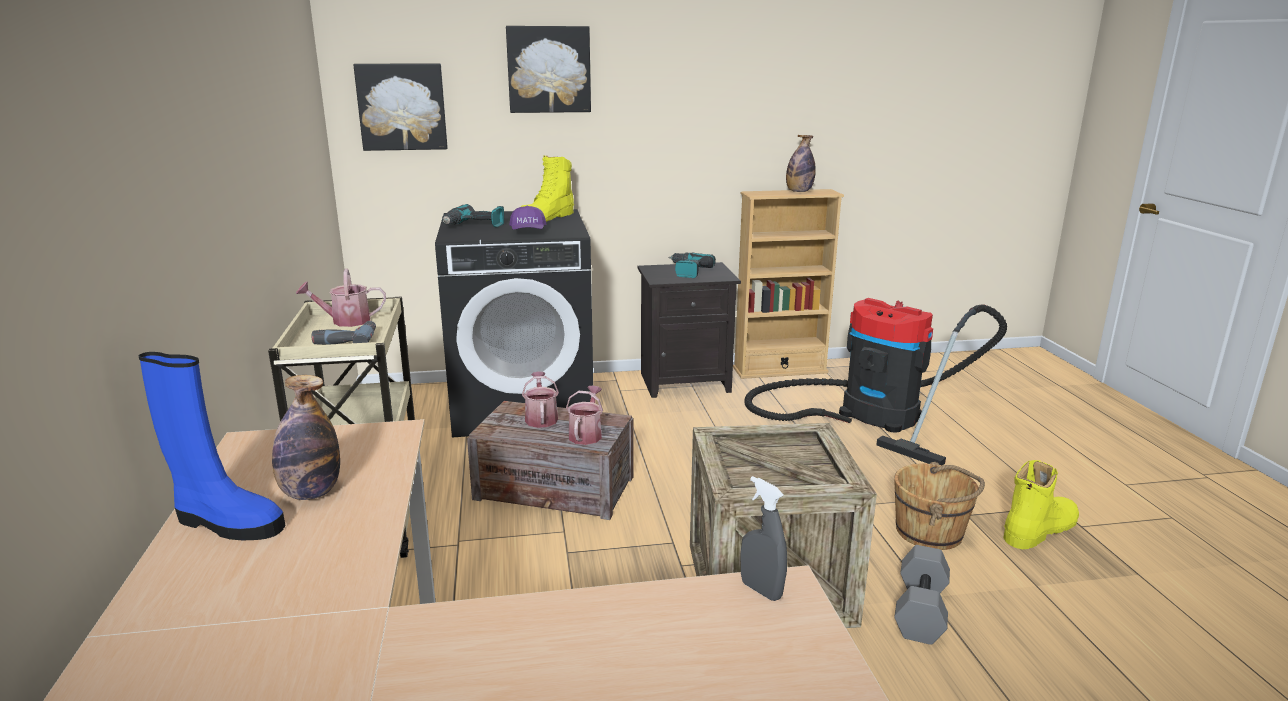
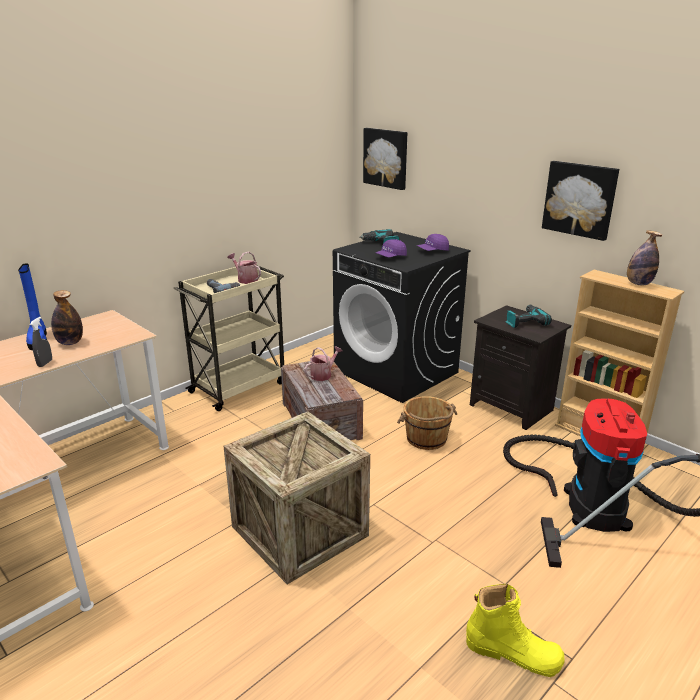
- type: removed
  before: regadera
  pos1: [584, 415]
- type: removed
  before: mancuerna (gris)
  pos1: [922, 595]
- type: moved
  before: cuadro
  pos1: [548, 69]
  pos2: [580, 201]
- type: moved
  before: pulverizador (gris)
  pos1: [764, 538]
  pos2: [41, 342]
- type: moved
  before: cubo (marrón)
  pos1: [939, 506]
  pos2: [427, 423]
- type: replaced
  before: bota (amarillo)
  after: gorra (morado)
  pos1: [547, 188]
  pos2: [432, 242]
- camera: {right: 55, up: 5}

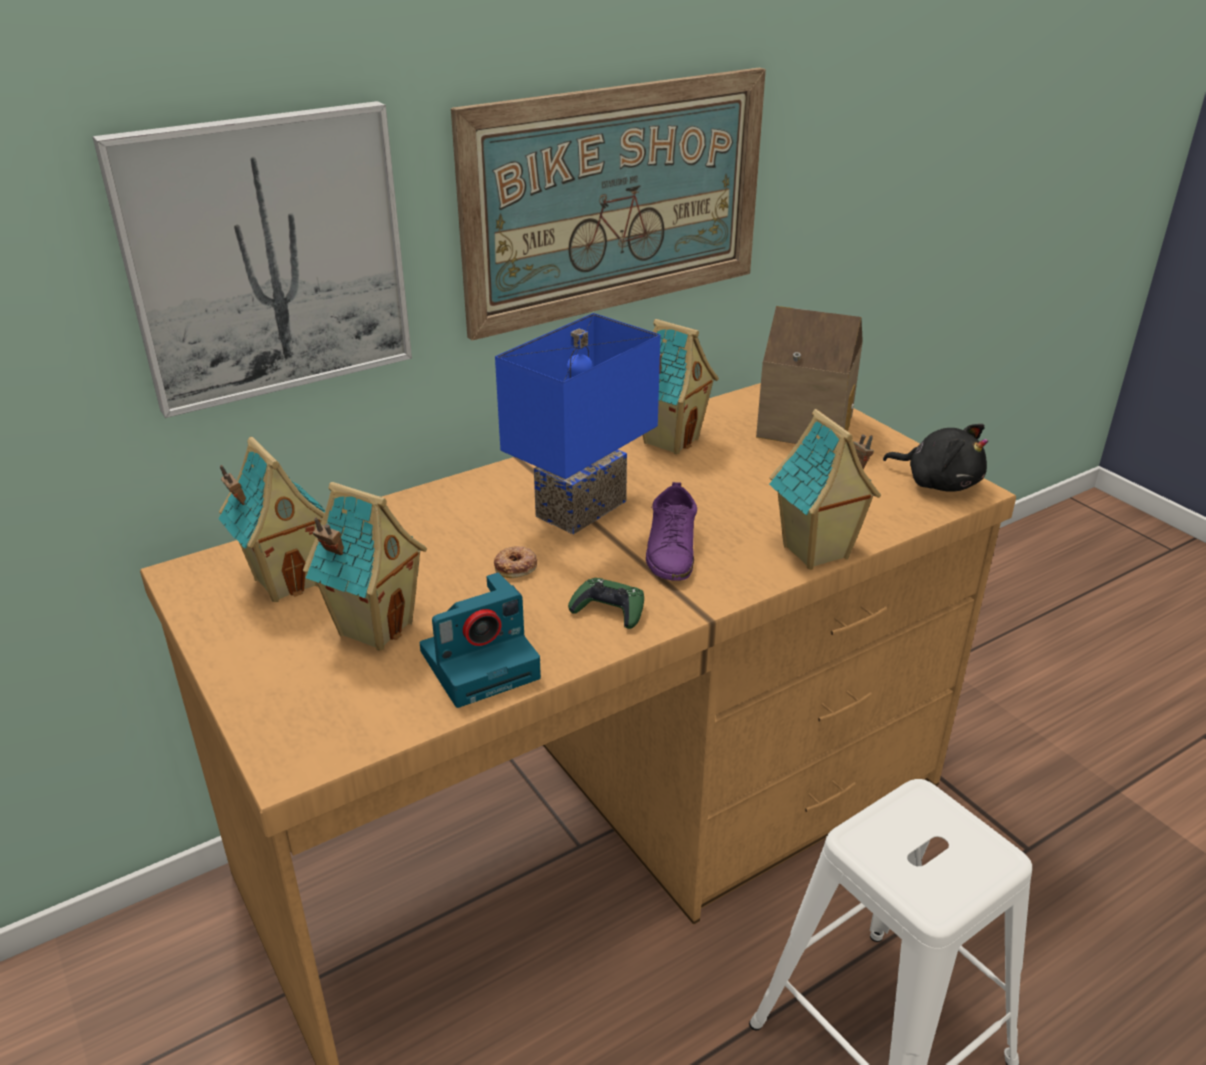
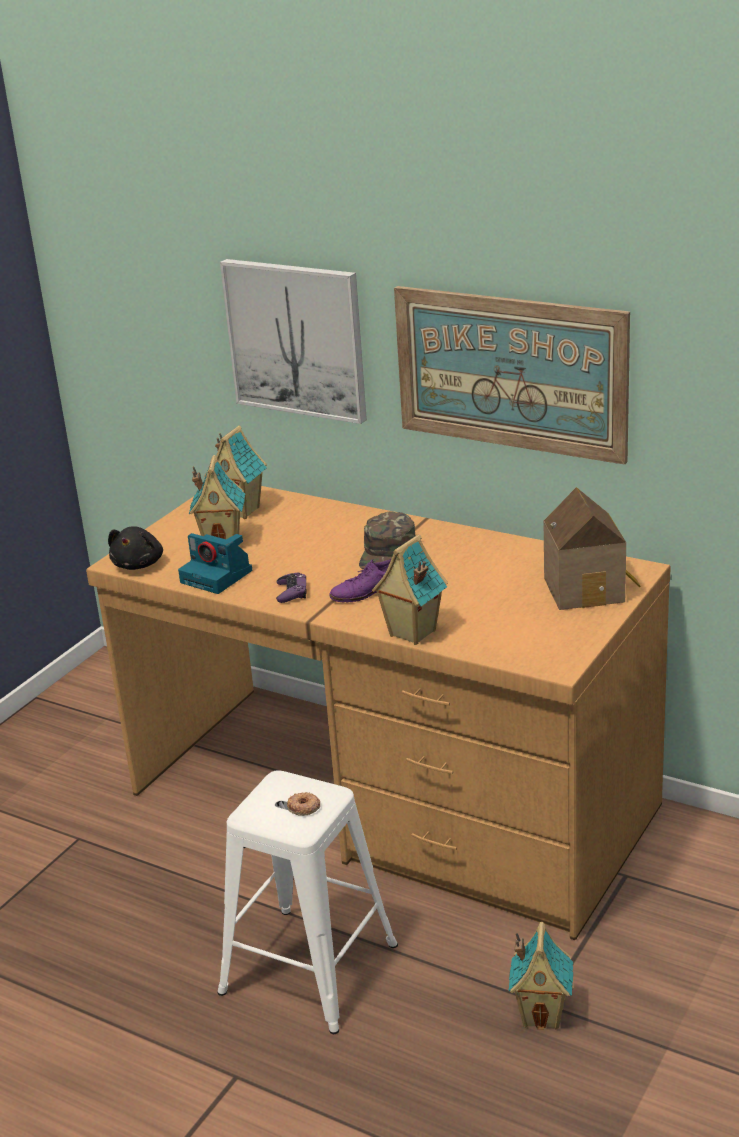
- type: moved
  before: rosquilla
  pos1: [515, 562]
  pos2: [303, 804]
- type: moved
  before: casita
  pos1: [681, 386]
  pos2: [541, 976]
- type: moved
  before: peluche (negro)
  pos1: [935, 458]
  pos2: [135, 548]
- type: replaced
  before: lámpara de mesa (azul)
  after: gorra (verde)
  pos1: [578, 423]
  pos2: [387, 540]
- type: recoloured
  before: mando de consola (verde)
  after: mando de consola (morado)
  pos1: [606, 603]
  pos2: [291, 587]
- camera: {right: 65, up: -5}

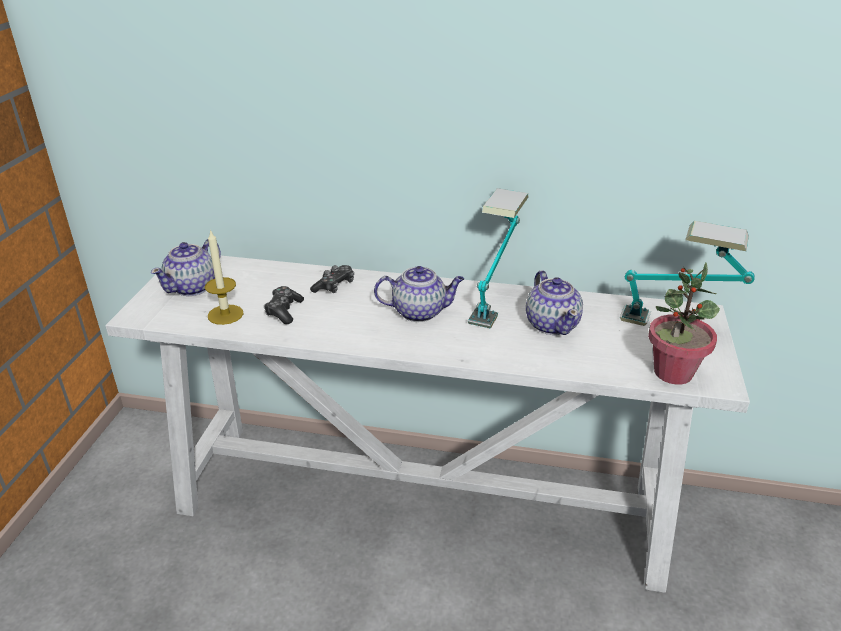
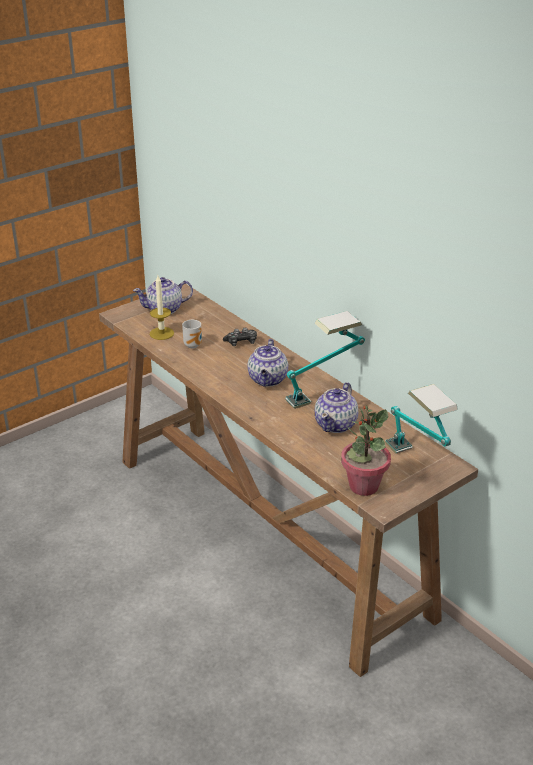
- type: replaced
  before: mando de consola
  after: taza grande
  pos1: [284, 305]
  pos2: [192, 334]
- type: recoloured
  before: mesa consola (blanco)
  after: mesa consola (marrón)
  pos1: [427, 423]
  pos2: [288, 480]
- type: turned
  before: tetera
  pos1: [419, 294]
  pos2: [268, 363]
  turn: 60
- camera: {right: 40, up: 0}

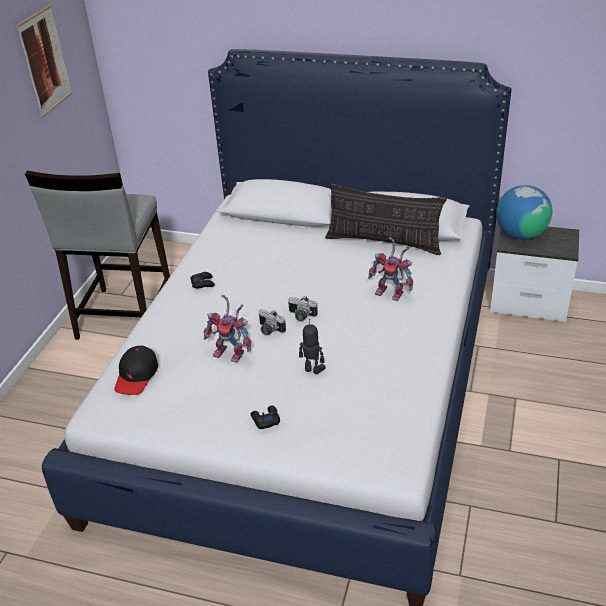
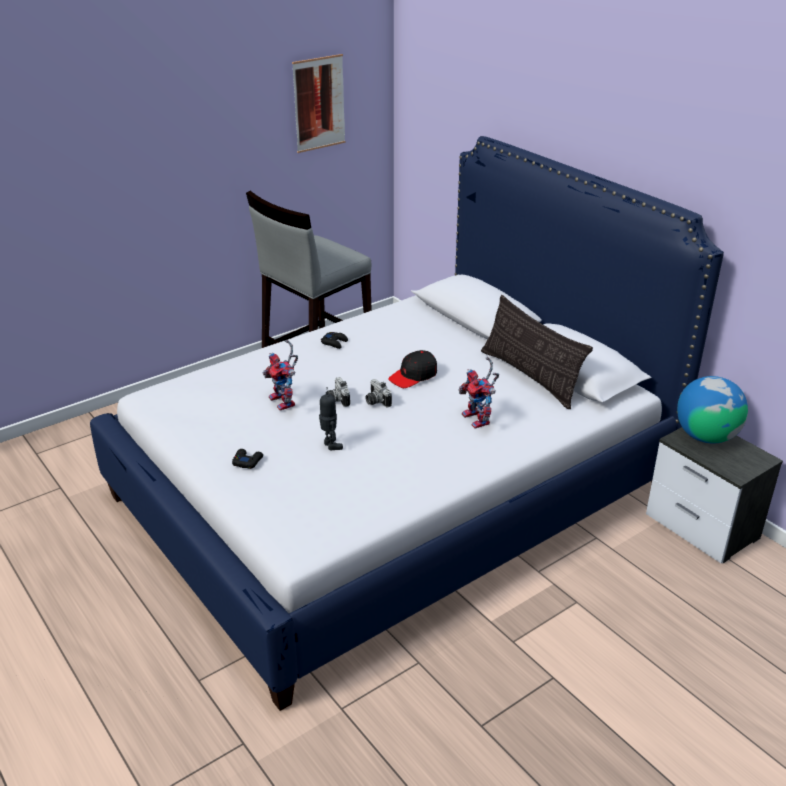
- type: moved
  before: gorra (negro)
  pos1: [136, 370]
  pos2: [412, 369]
- camera: {right: 35, up: -5}

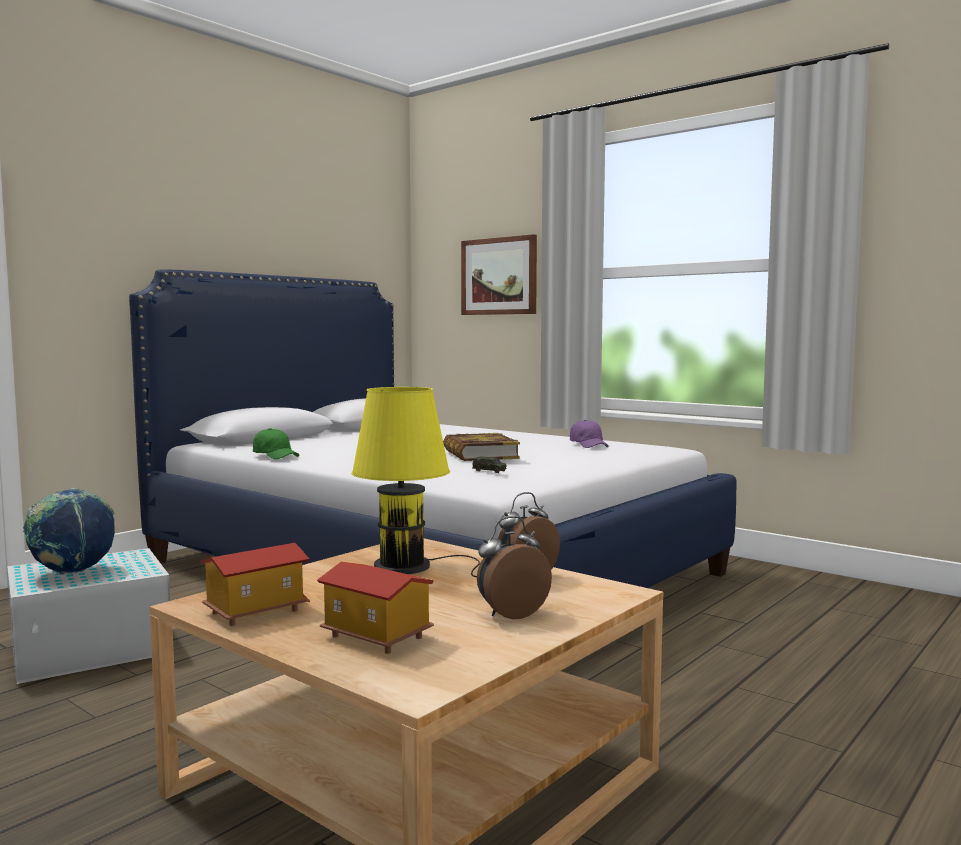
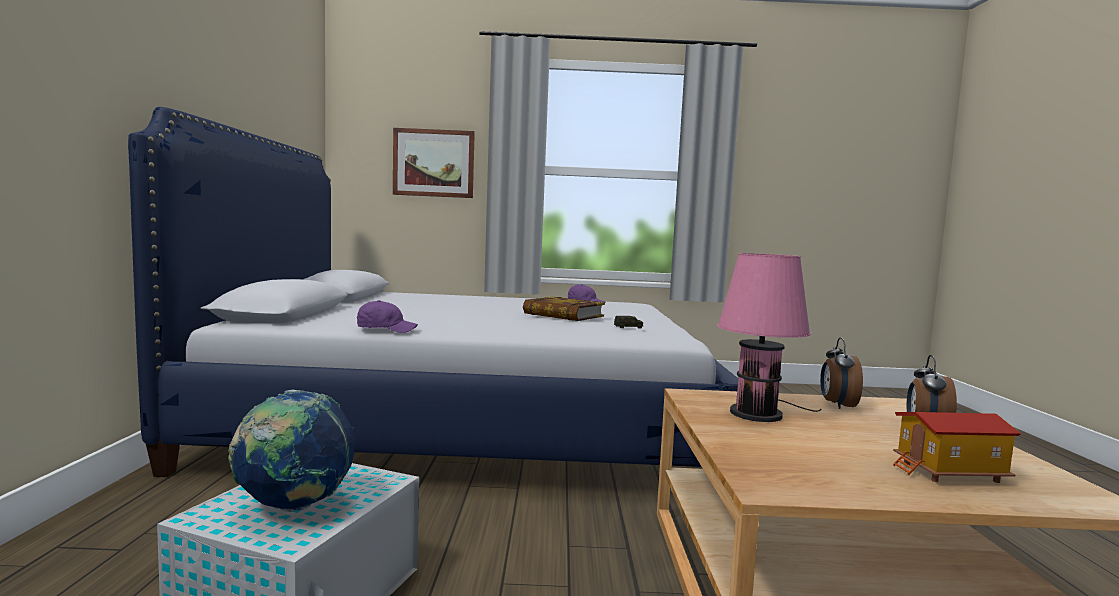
- type: removed
  before: casita
  pos1: [255, 584]
- type: recoloured
  before: gorra (verde)
  after: gorra (morado)
  pos1: [276, 443]
  pos2: [387, 316]
- type: recoloured
  before: lámpara de mesa (amarillo)
  after: lámpara de mesa (rosa)
  pos1: [415, 482]
  pos2: [769, 337]
- camera: {right: -40, up: 0}

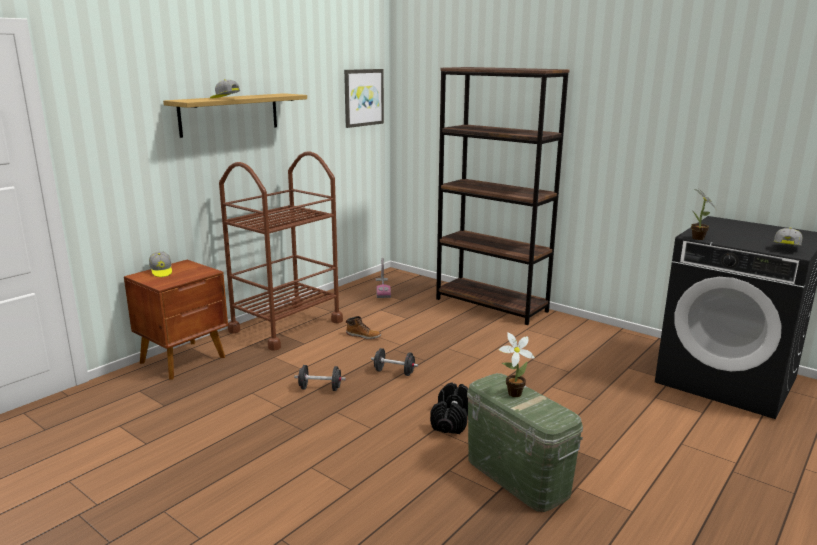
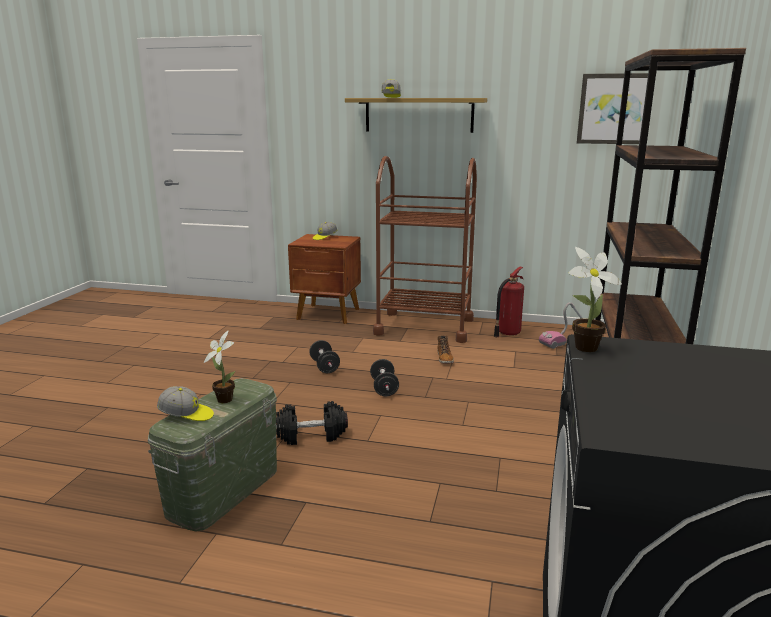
- type: added
  after: extintor
  pos2: [509, 302]
- type: moved
  before: gorra
  pos1: [788, 236]
  pos2: [185, 403]
- camera: {right: 65, up: 0}

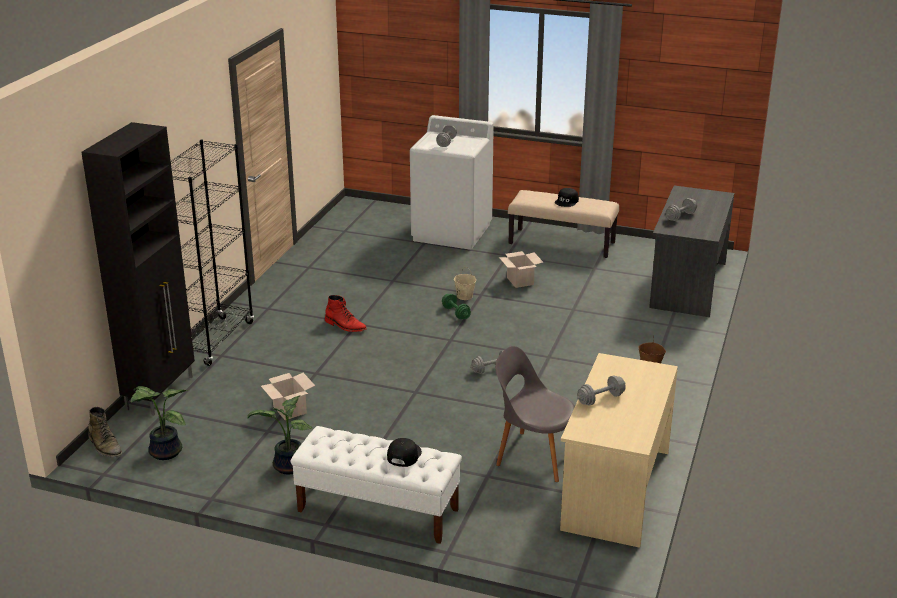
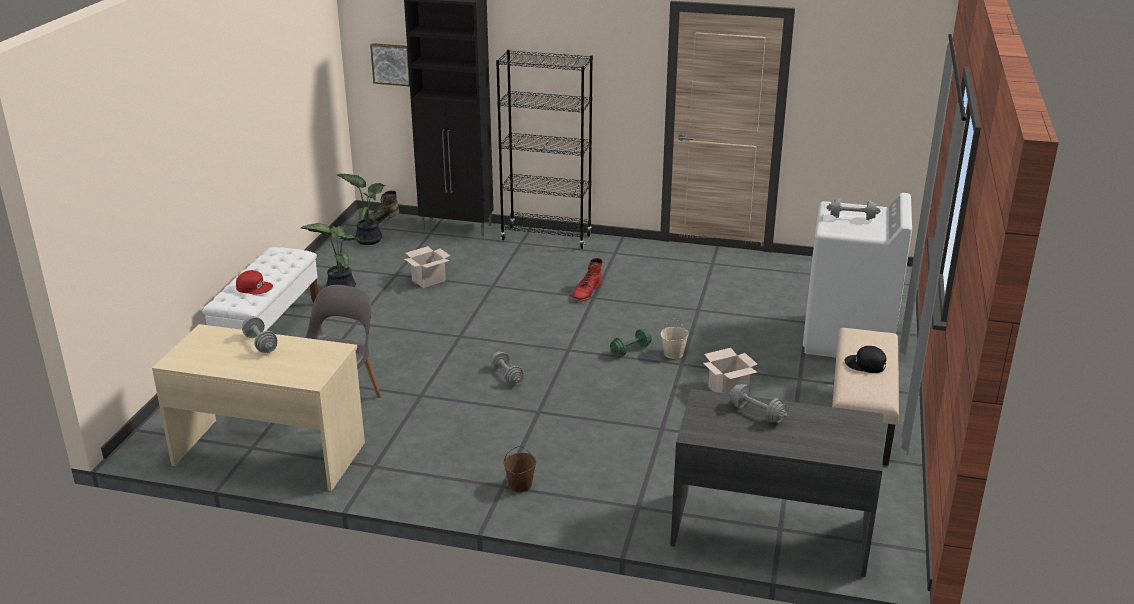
- type: added
  after: cuadro
  pos2: [390, 64]
- type: recoloured
  before: gorra (negro)
  after: gorra (rojo)
  pos1: [404, 452]
  pos2: [254, 282]
- camera: {right: 85, up: 0}

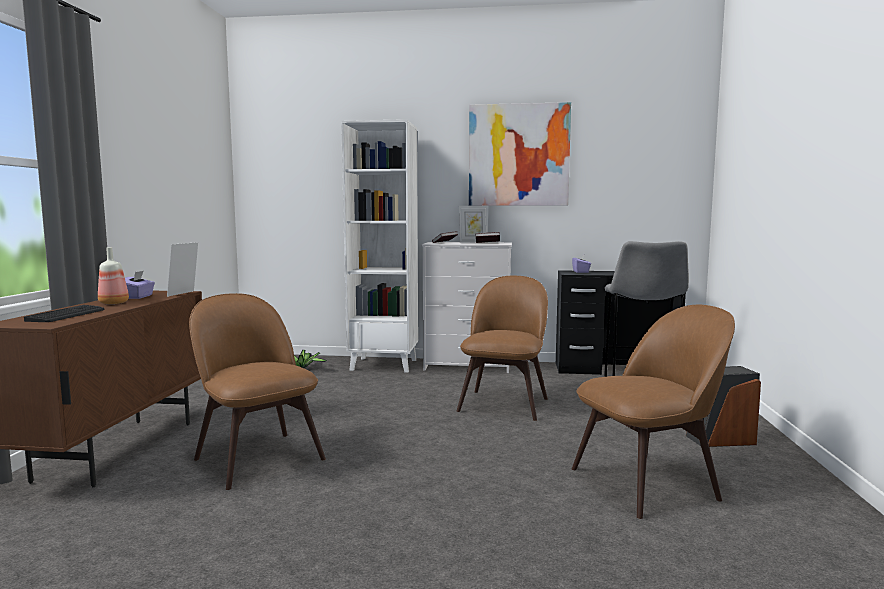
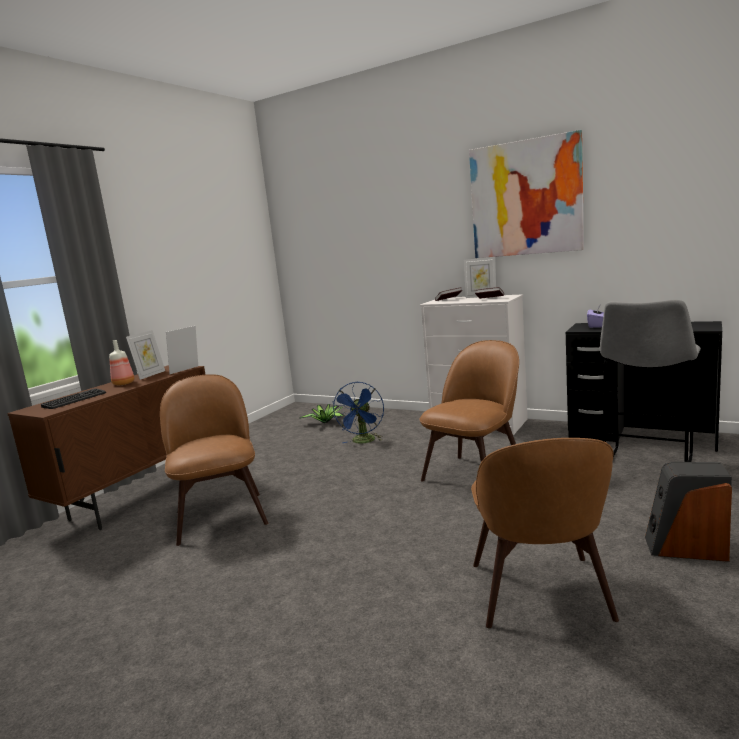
- type: removed
  before: estantería (blanco)
  pos1: [379, 245]
- type: added
  after: ventilador (azul)
  pos2: [358, 413]
- type: replaced
  before: caja de pañuelos (morado)
  after: portarretratos
  pos1: [140, 285]
  pos2: [145, 355]
- type: turned
  before: silla (marrón)
  pos1: [653, 412]
  pos2: [545, 533]
  turn: 90
- camera: {right: 25, up: 5}

